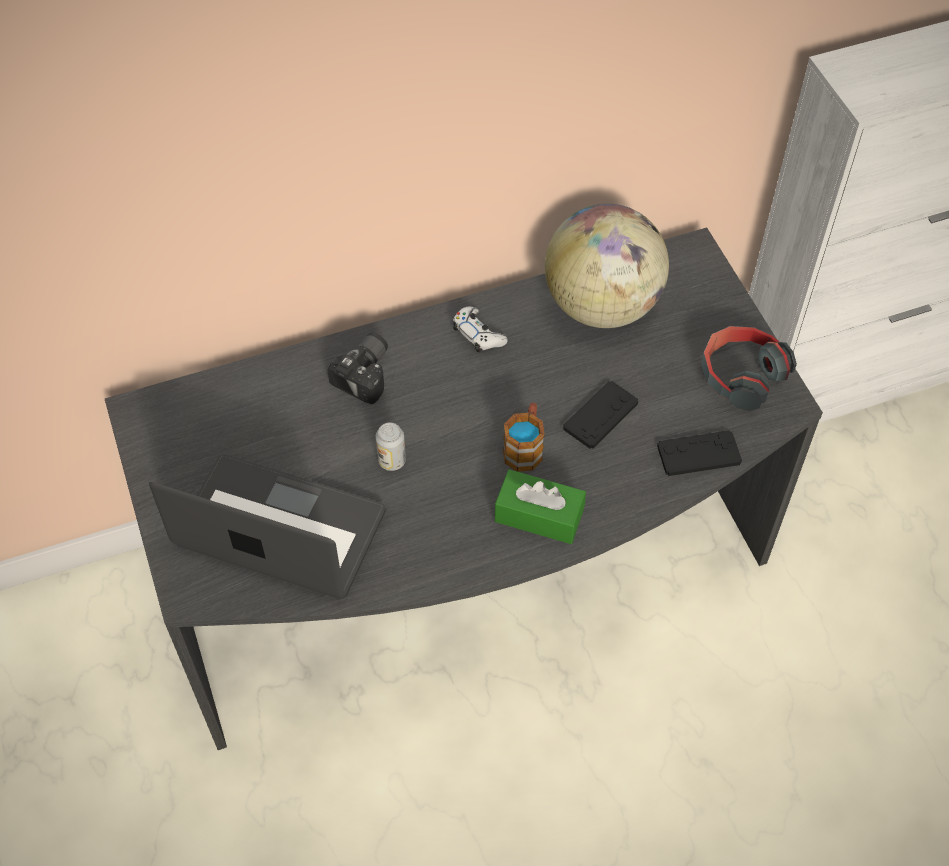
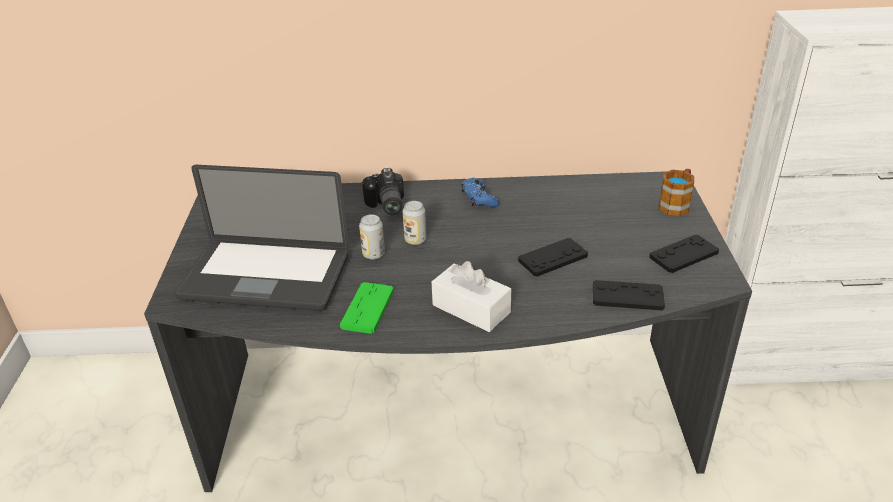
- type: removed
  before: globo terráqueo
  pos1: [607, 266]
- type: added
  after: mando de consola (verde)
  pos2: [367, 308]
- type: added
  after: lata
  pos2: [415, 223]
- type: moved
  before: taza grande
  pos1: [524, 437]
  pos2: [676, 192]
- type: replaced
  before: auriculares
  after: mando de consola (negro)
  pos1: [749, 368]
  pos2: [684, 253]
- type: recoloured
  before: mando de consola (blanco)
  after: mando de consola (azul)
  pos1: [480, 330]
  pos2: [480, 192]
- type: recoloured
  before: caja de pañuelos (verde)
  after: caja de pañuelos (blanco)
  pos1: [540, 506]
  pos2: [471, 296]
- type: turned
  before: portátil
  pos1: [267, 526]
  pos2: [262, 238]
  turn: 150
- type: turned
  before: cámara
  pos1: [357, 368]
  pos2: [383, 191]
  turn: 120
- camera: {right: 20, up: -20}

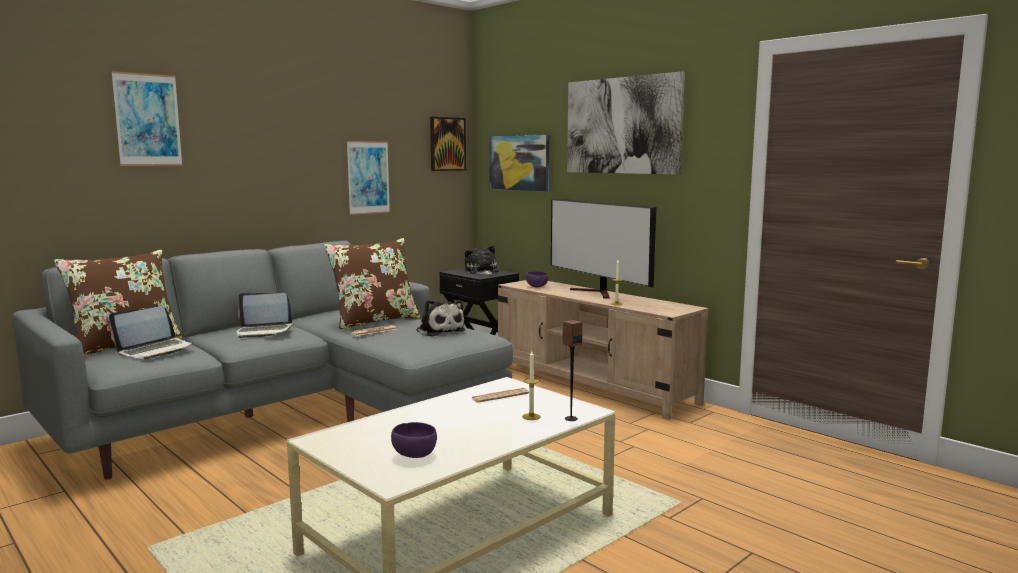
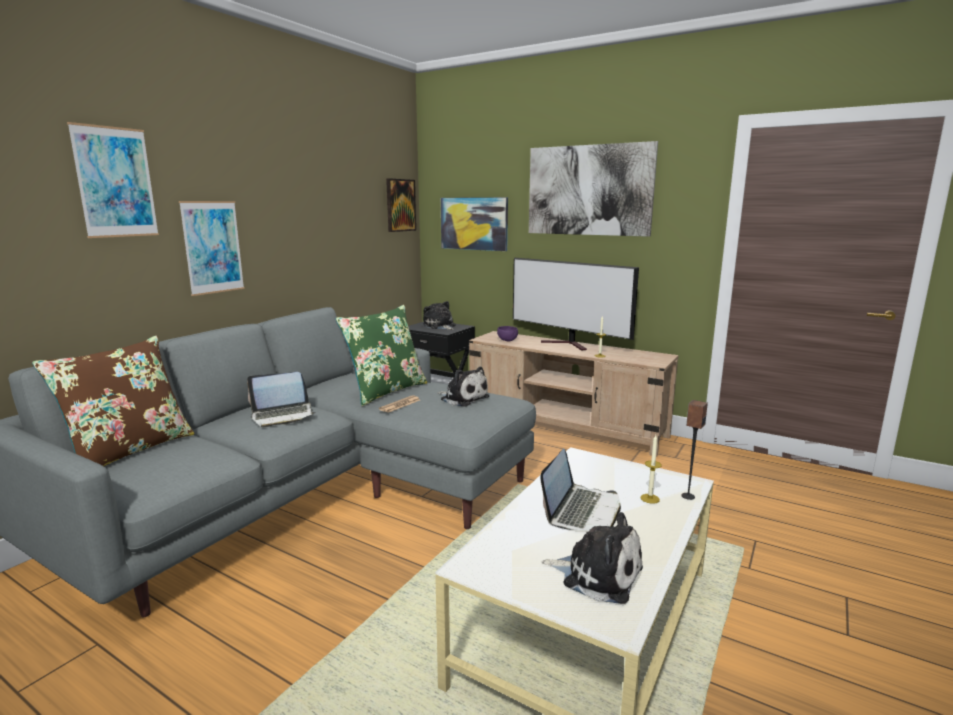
- type: removed
  before: periódico
  pos1: [500, 395]
- type: moved
  before: portátil
  pos1: [151, 332]
  pos2: [580, 490]
- type: moved
  before: cuadro
  pos1: [368, 178]
  pos2: [212, 248]
- type: replaced
  before: cuenco (morado)
  after: peluche
  pos1: [414, 440]
  pos2: [592, 558]
- type: recoloured
  before: cojín (marrón)
  after: cojín (verde)
  pos1: [372, 284]
  pos2: [381, 355]
- camera: {right: -15, up: 5}

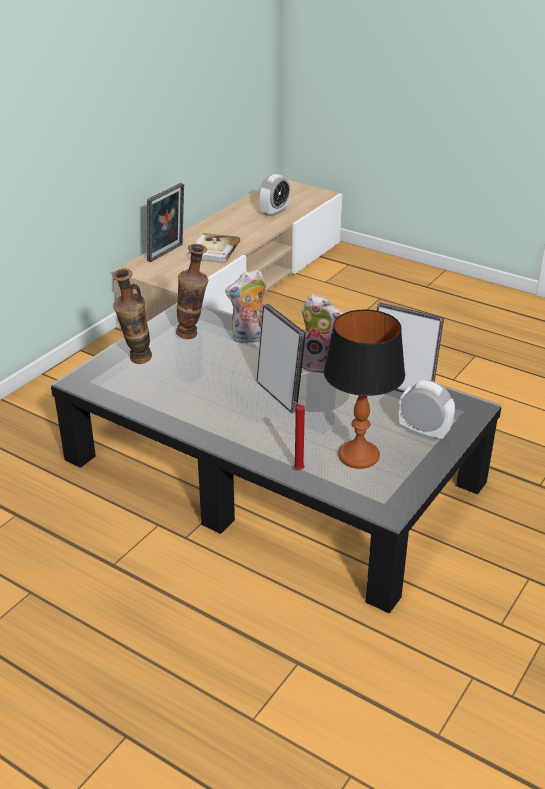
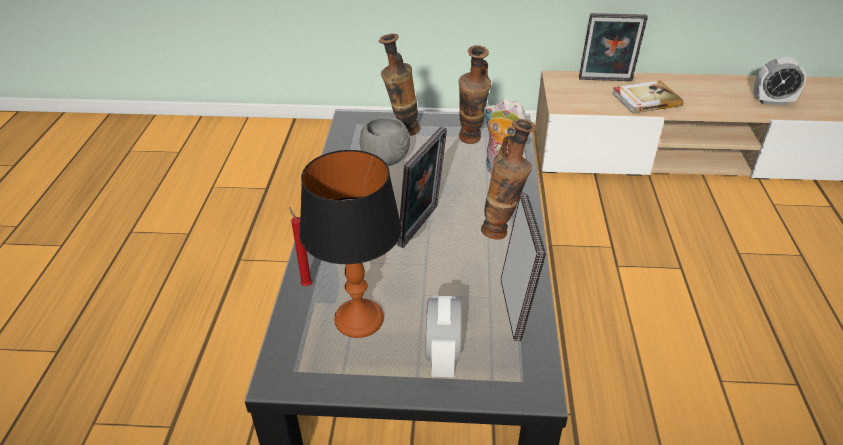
- type: added
  after: cuenco (gris)
  pos2: [385, 141]
- type: replaced
  before: peluche
  after: florero
  pos1: [323, 334]
  pos2: [508, 179]
- camera: {right: 60, up: 5}

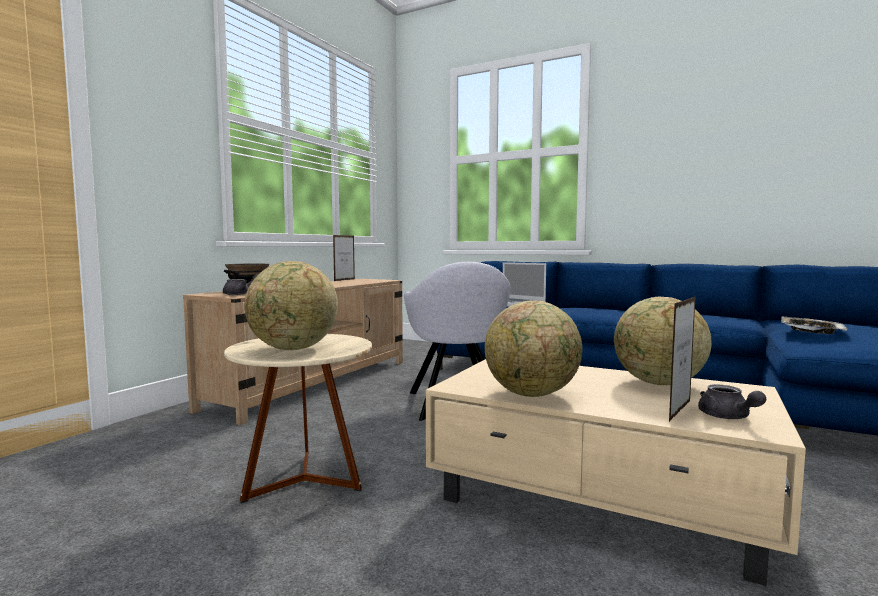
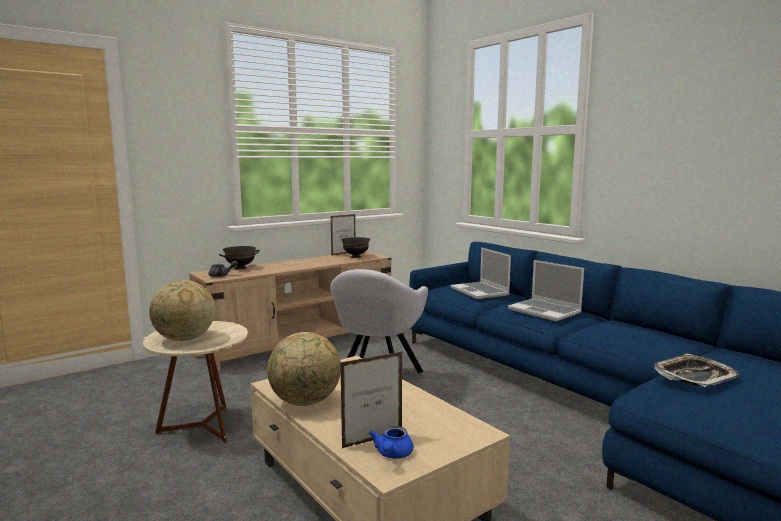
- type: removed
  before: globo terráqueo
  pos1: [663, 341]
- type: added
  after: cuenco (negro)
  pos2: [355, 247]
- type: added
  after: portátil
  pos2: [546, 290]
- type: recoloured
  before: tetera (gris)
  after: tetera (azul)
  pos1: [732, 401]
  pos2: [391, 442]
- camera: {right: 25, up: 5}

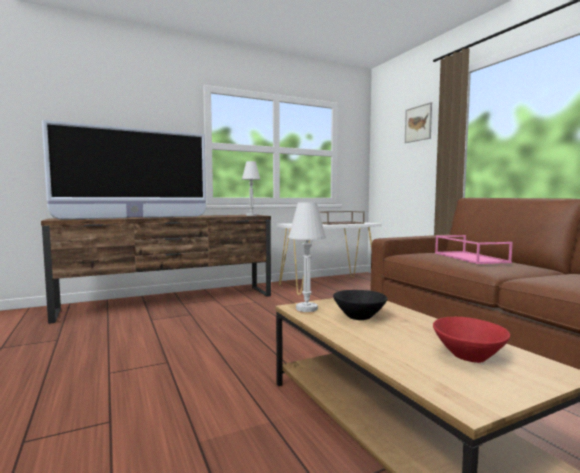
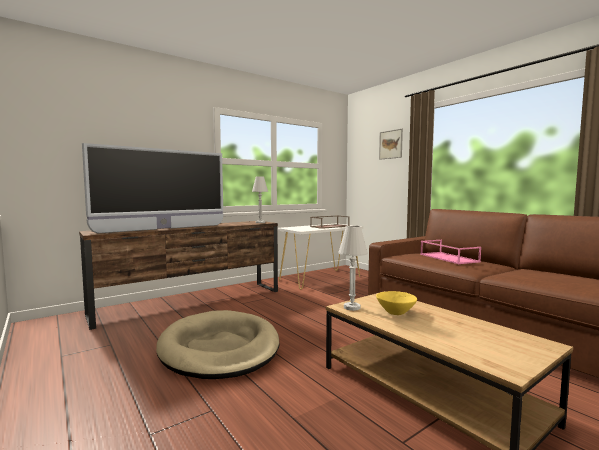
- type: removed
  before: cuenco (rojo)
  pos1: [471, 340]
- type: added
  after: cama para perro (beis)
  pos2: [218, 344]
- type: recoloured
  before: cuenco (negro)
  after: cuenco (amarillo)
  pos1: [360, 305]
  pos2: [396, 303]
- camera: {right: -10, up: 0}

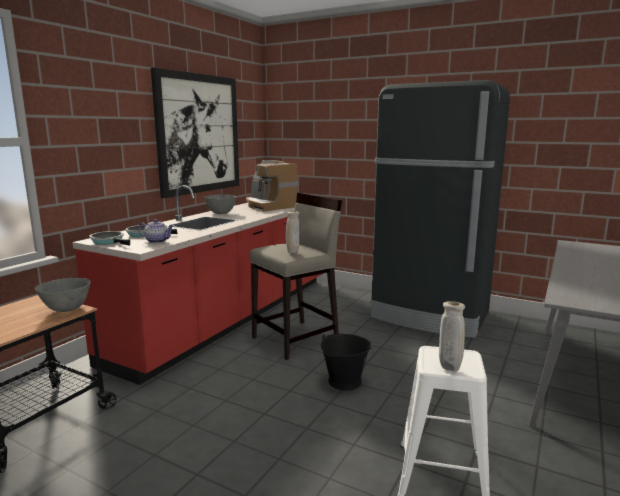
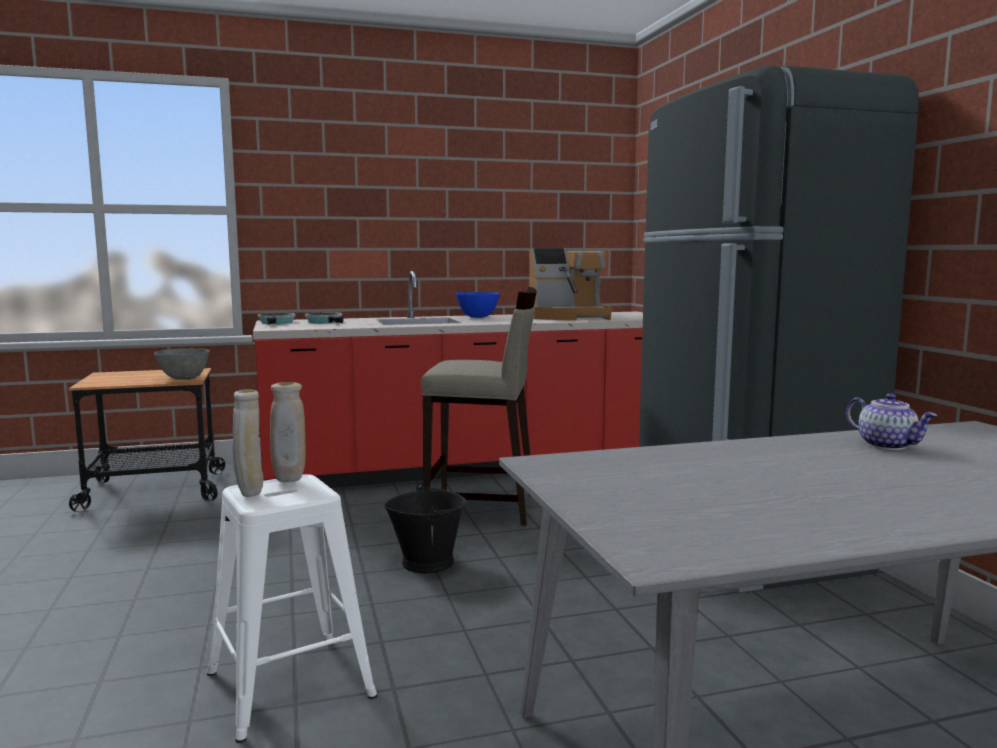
- type: removed
  before: cuadro
  pos1: [195, 132]
- type: moved
  before: tetera
  pos1: [156, 231]
  pos2: [891, 421]
- type: moved
  before: florero (beis)
  pos1: [292, 232]
  pos2: [288, 432]
- type: recoloured
  before: cuenco (gris)
  after: cuenco (azul)
  pos1: [220, 204]
  pos2: [477, 305]
- type: turned
  before: cafetera
  pos1: [272, 186]
  pos2: [571, 284]
  turn: -105
- camera: {right: 45, up: -5}

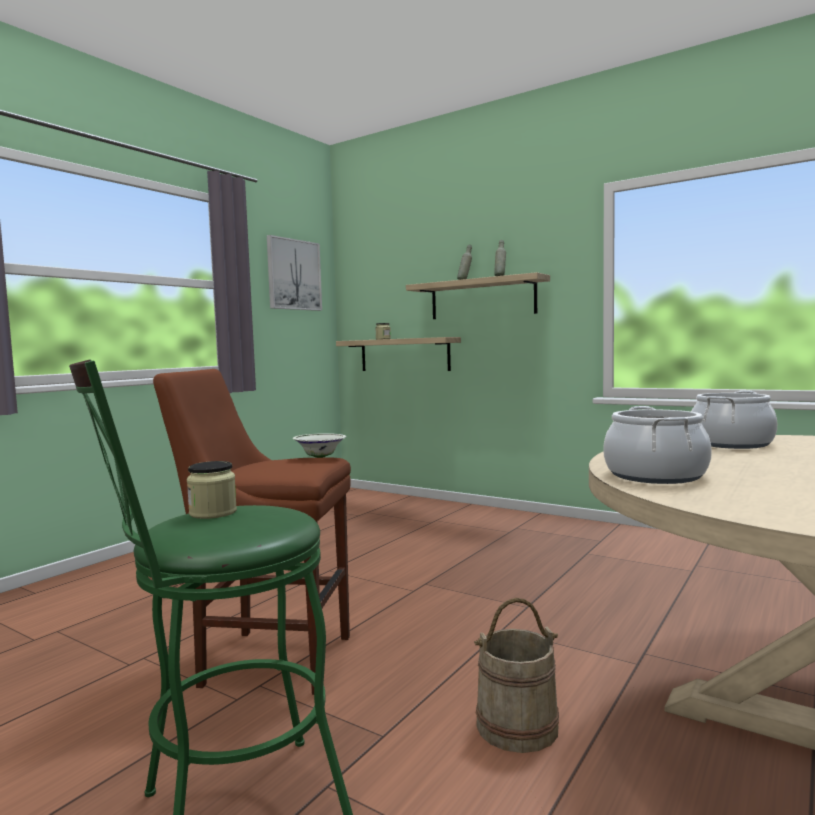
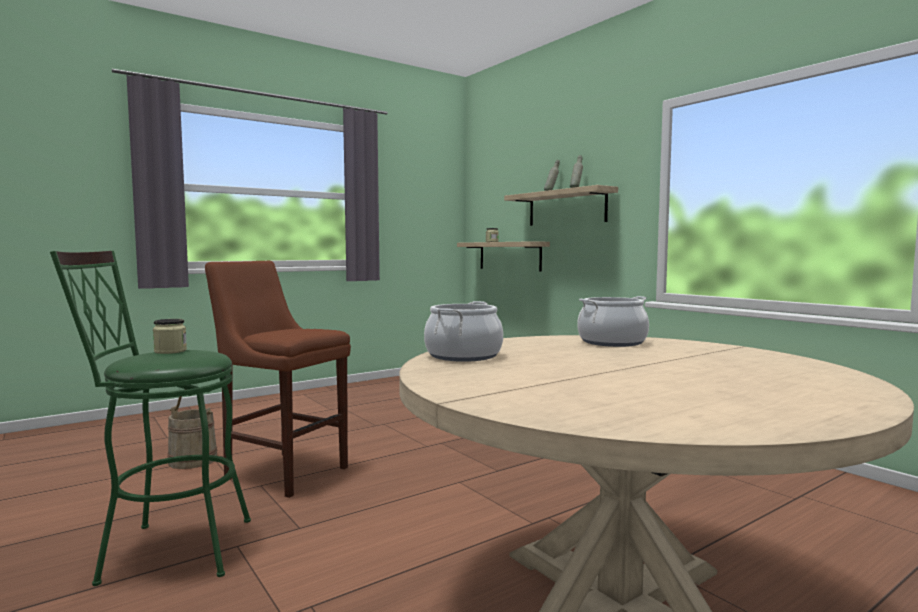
- type: removed
  before: cuadro
  pos1: [294, 273]
- type: removed
  before: cuenco (blanco)
  pos1: [319, 445]
- type: moved
  before: cubo (beis)
  pos1: [516, 675]
  pos2: [192, 429]
- camera: {right: 20, up: 0}

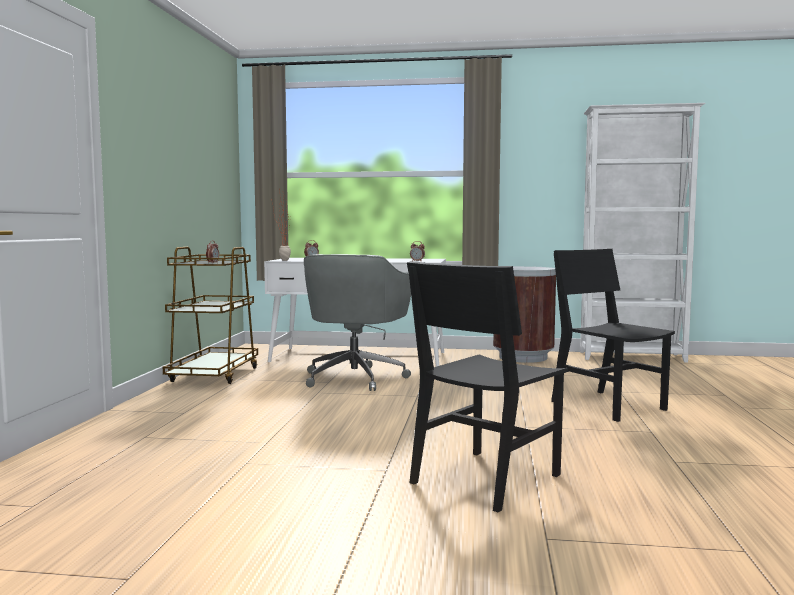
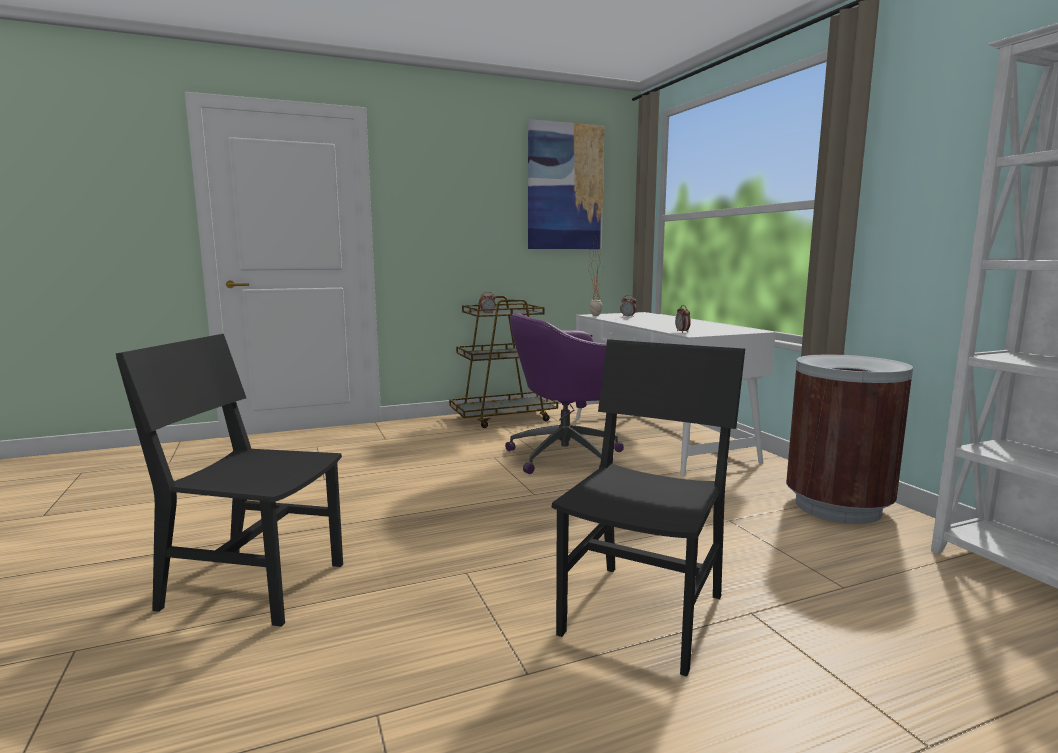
- type: added
  after: cuadro
  pos2: [566, 184]
- type: recoloured
  before: silla de oficina (gris)
  after: silla de oficina (morado)
  pos1: [357, 322]
  pos2: [564, 393]
- camera: {right: 60, up: 5}

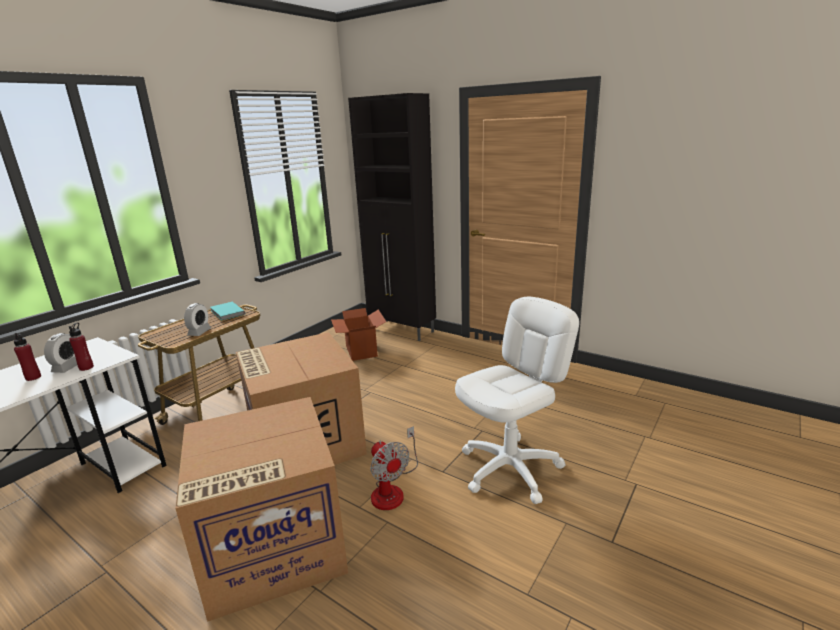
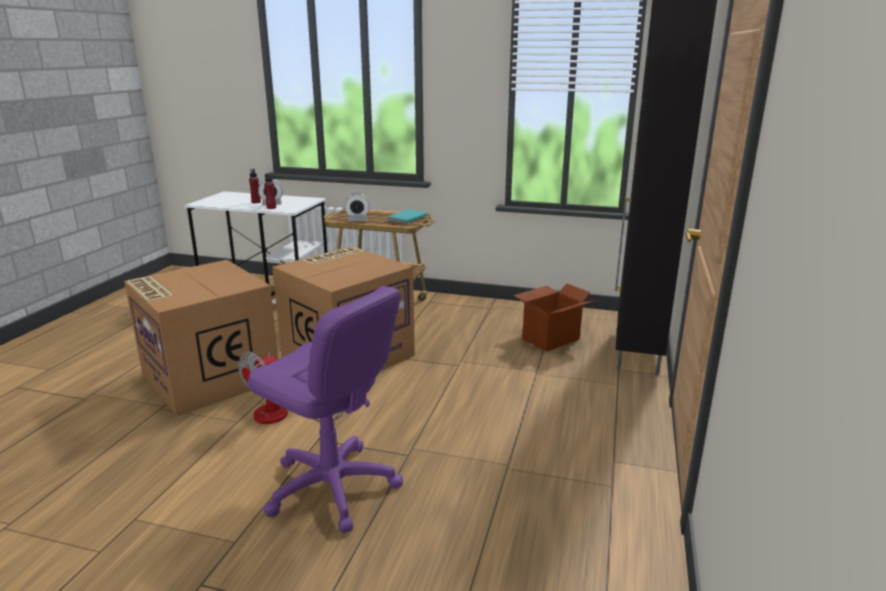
- type: recoloured
  before: silla de oficina (blanco)
  after: silla de oficina (morado)
  pos1: [517, 400]
  pos2: [325, 409]
- camera: {right: 70, up: 0}

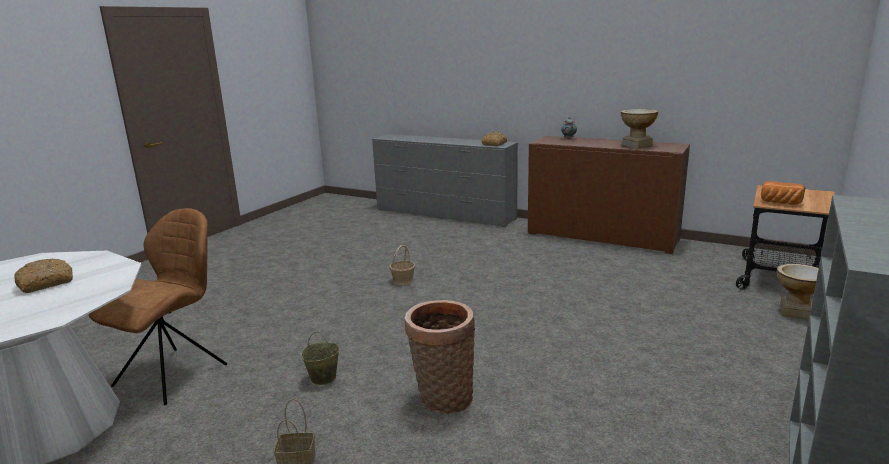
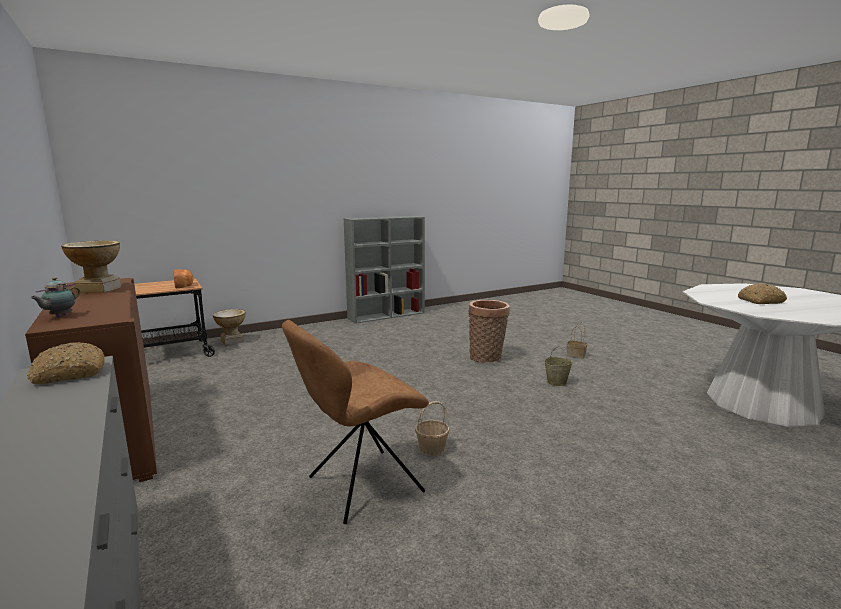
- type: moved
  before: silla (marrón)
  pos1: [158, 306]
  pos2: [355, 422]
- camera: {right: -150, up: -5}

